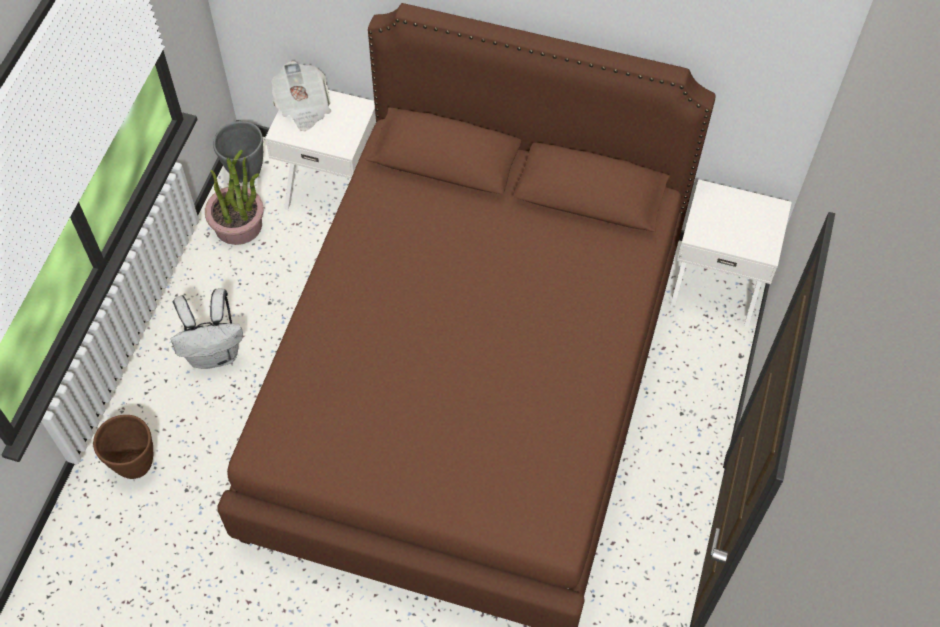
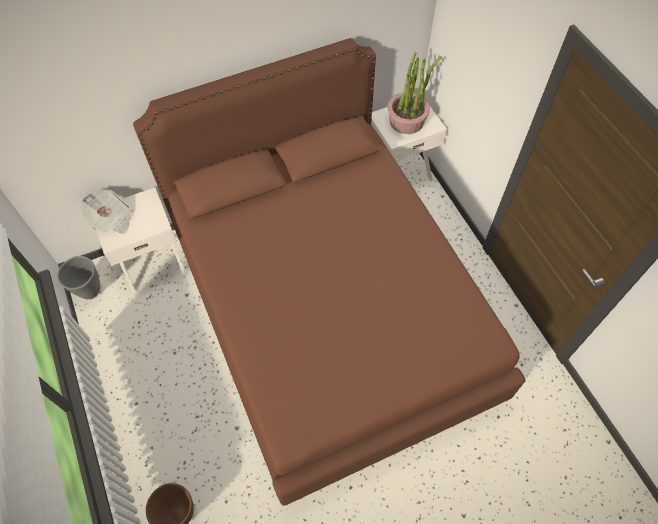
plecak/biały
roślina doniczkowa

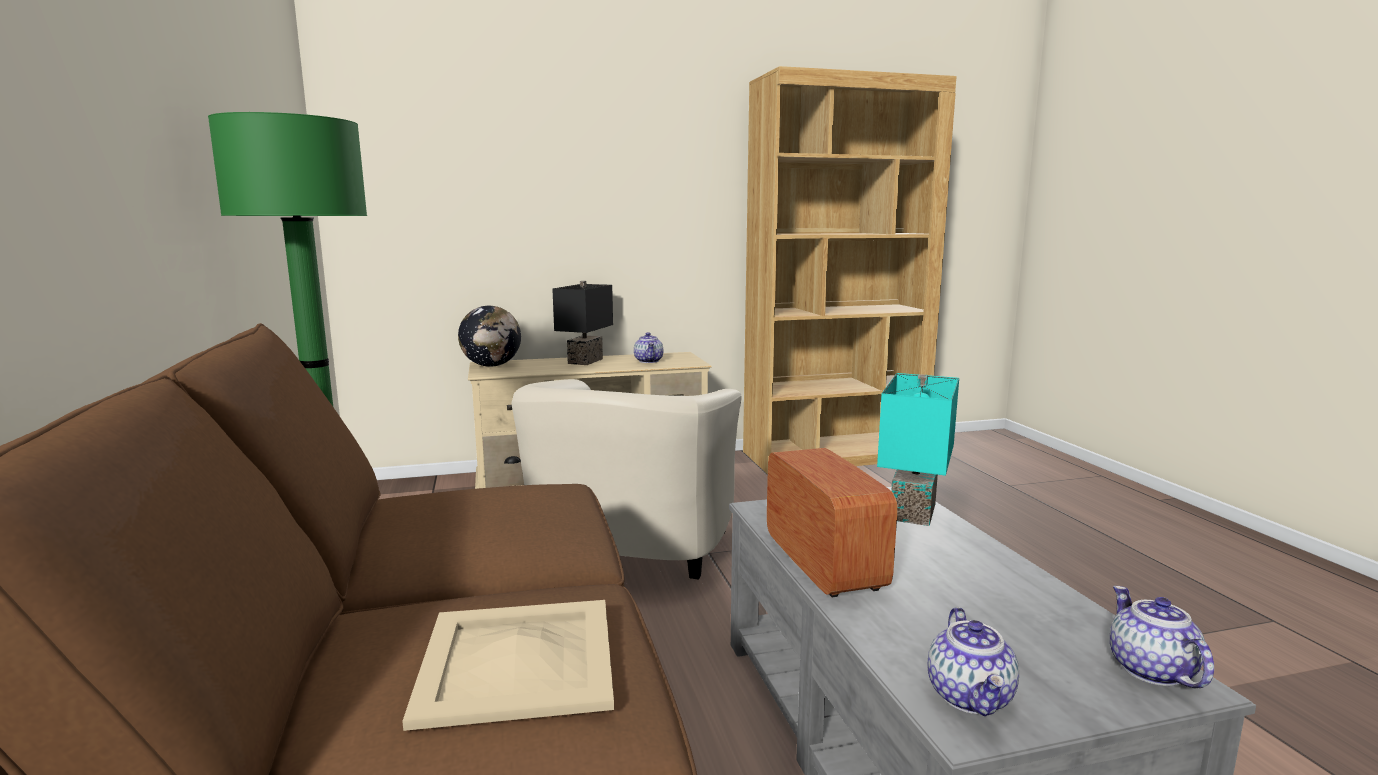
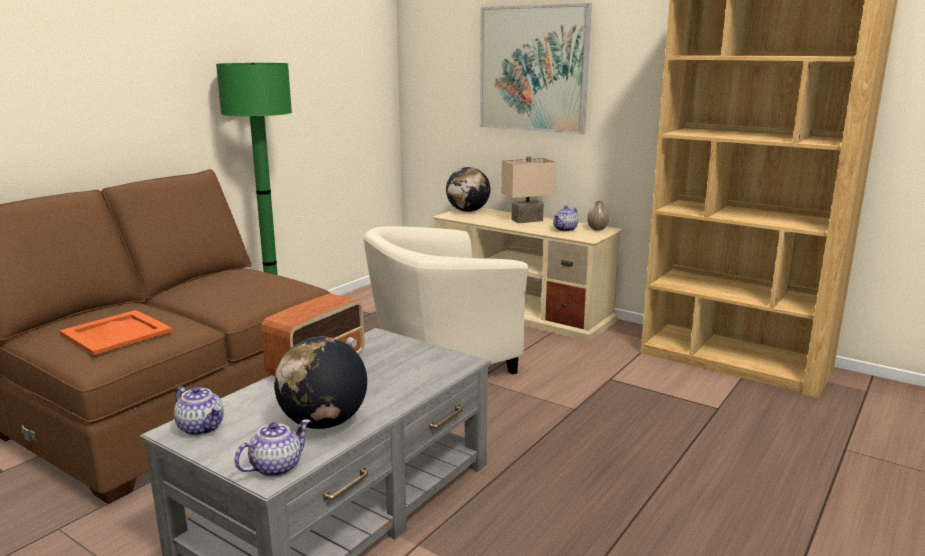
taca/pomarańczowy
lampa stołowa/beżowy
lampa stołowa/turkusowy
imbryk (no. 1 from left)
globus (no. 1 from left)
obraz
wazon

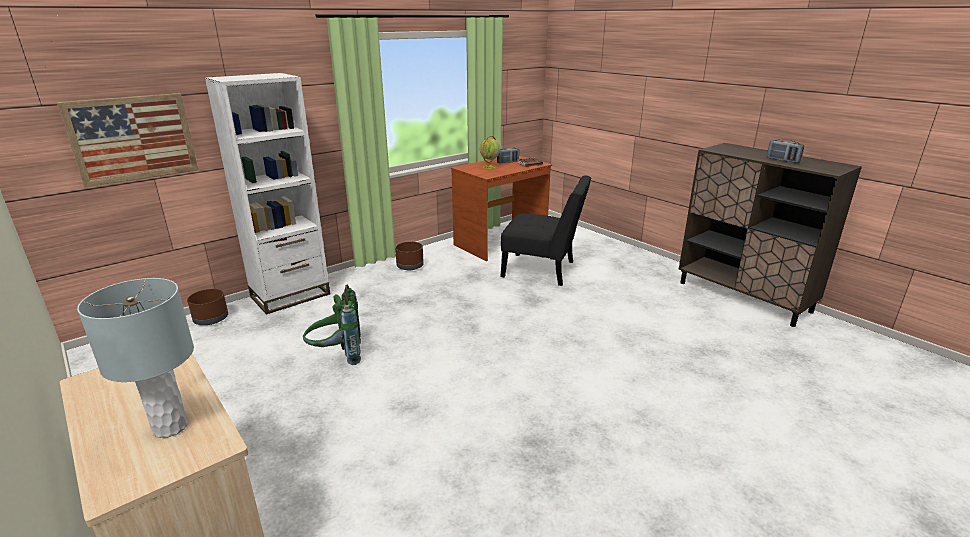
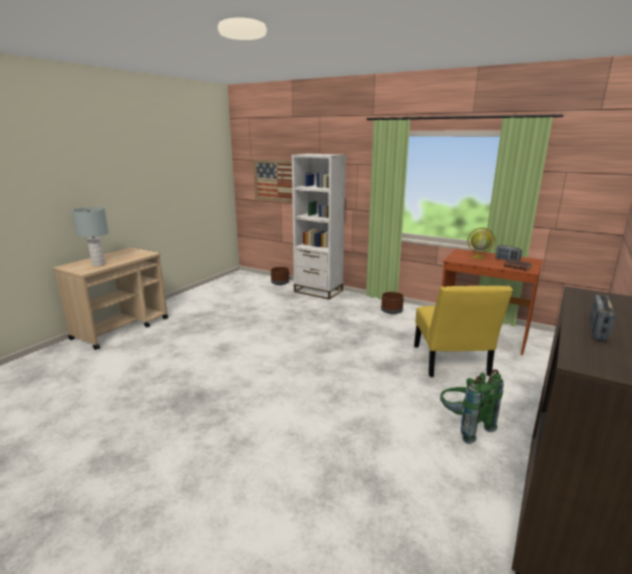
plecak/zielony
krzesło/żółty

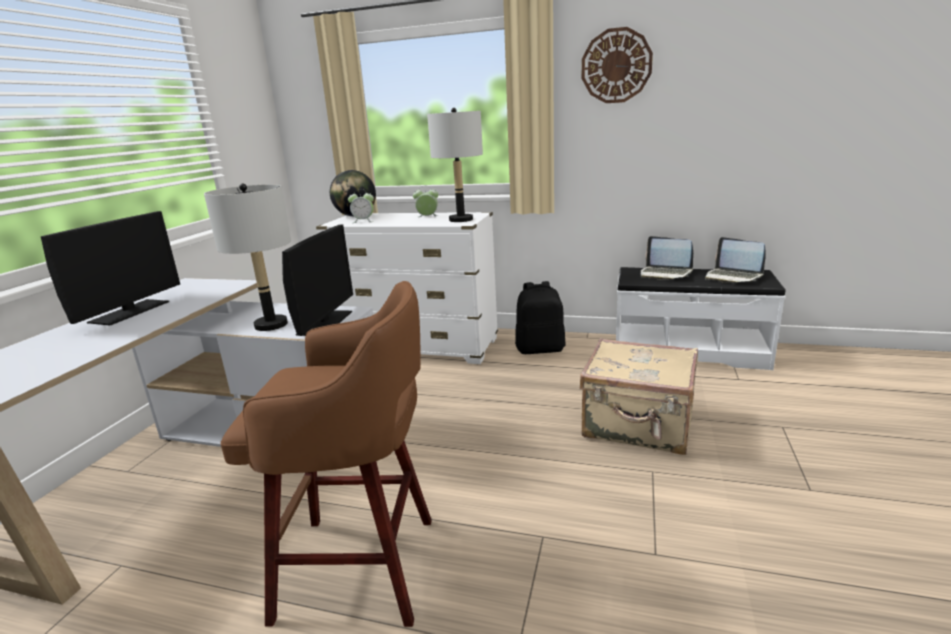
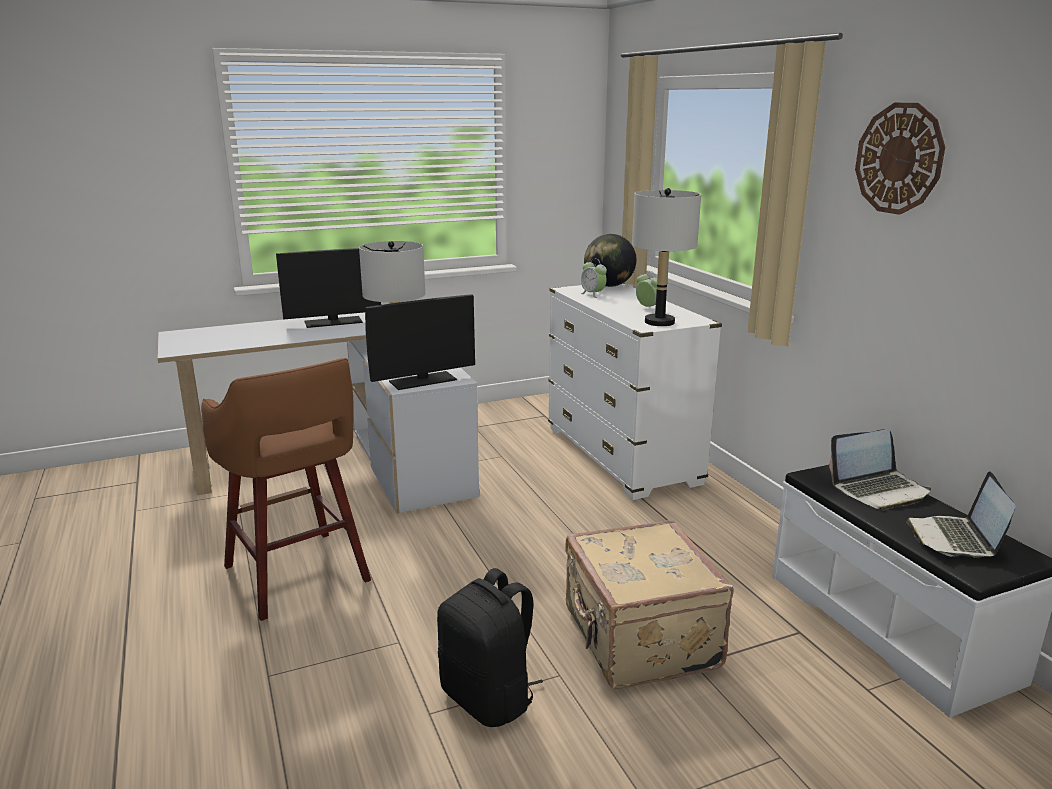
plecak/czarny
laptop (no. 1 from left)

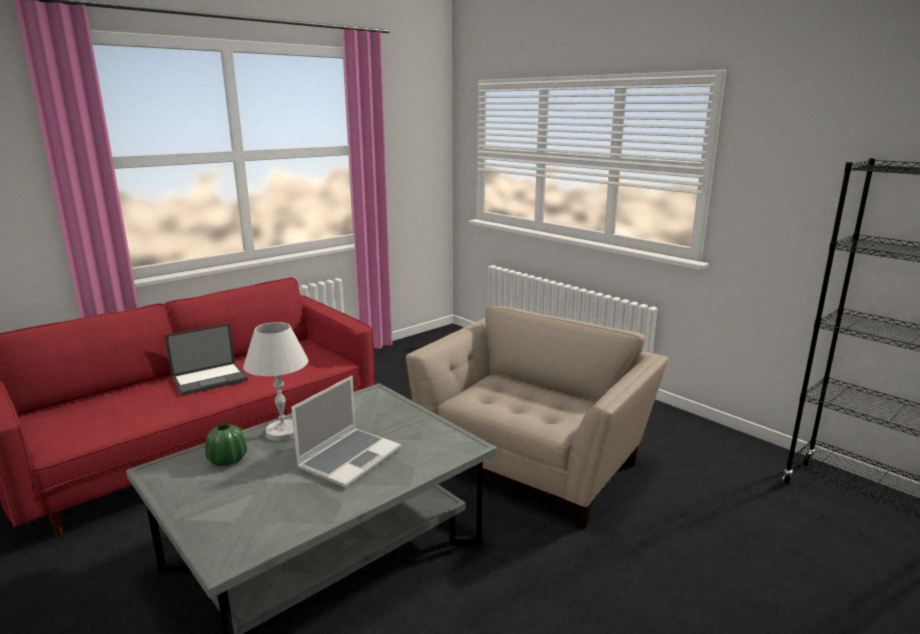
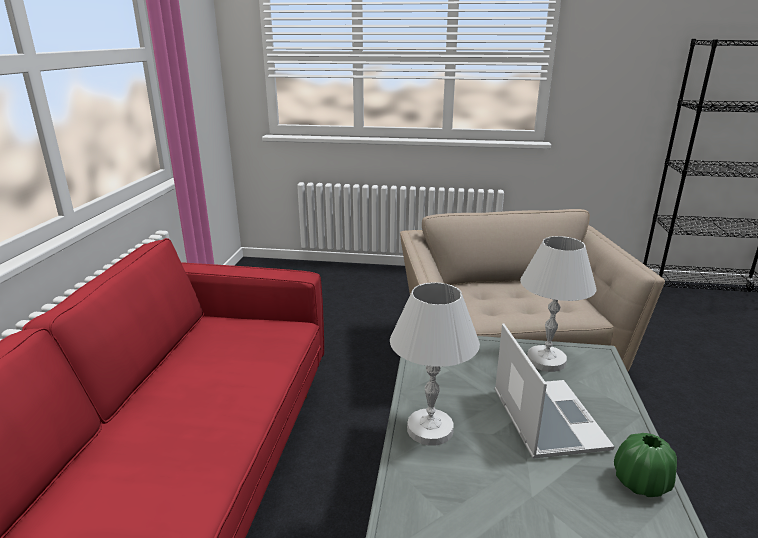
laptop (no. 1 from left in the first image)
wazon/zielony
lampa stołowa/biały (no. 2 from left)

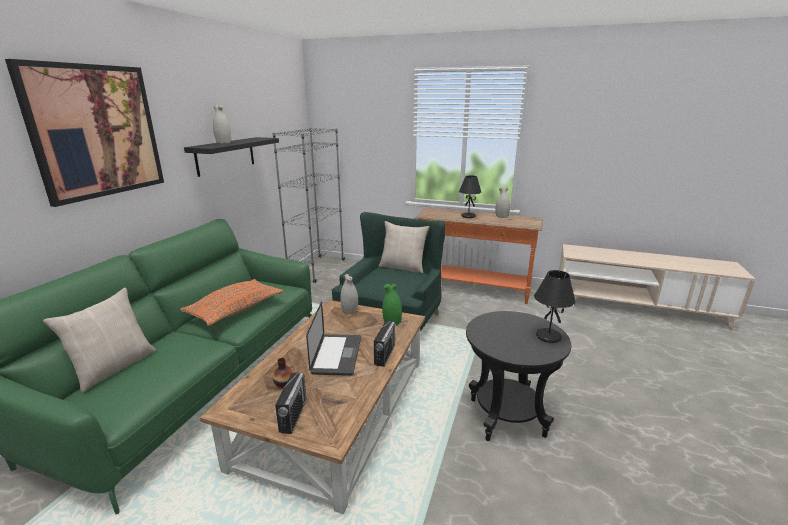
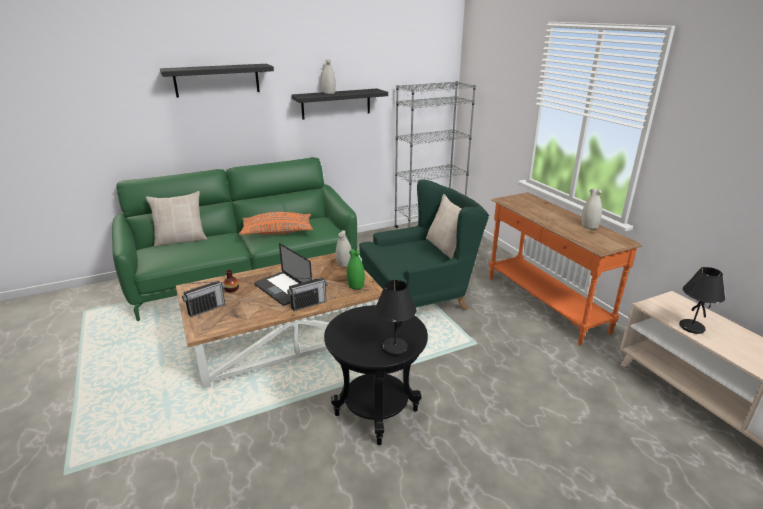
półka/czarny (no. 1 from left)
laptop
lampa stołowa/czarny (no. 2 from left)

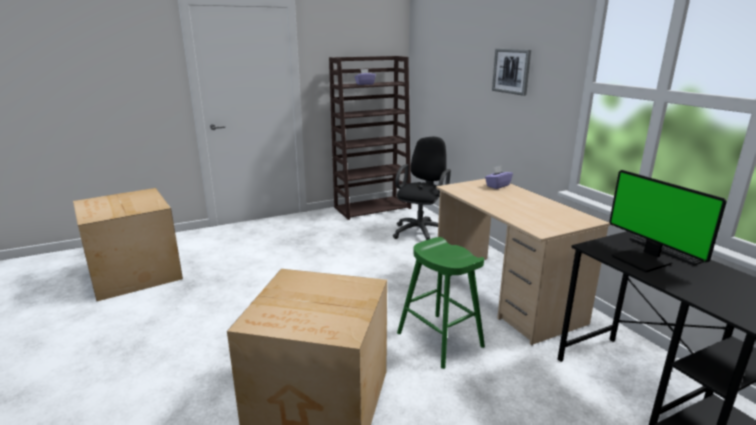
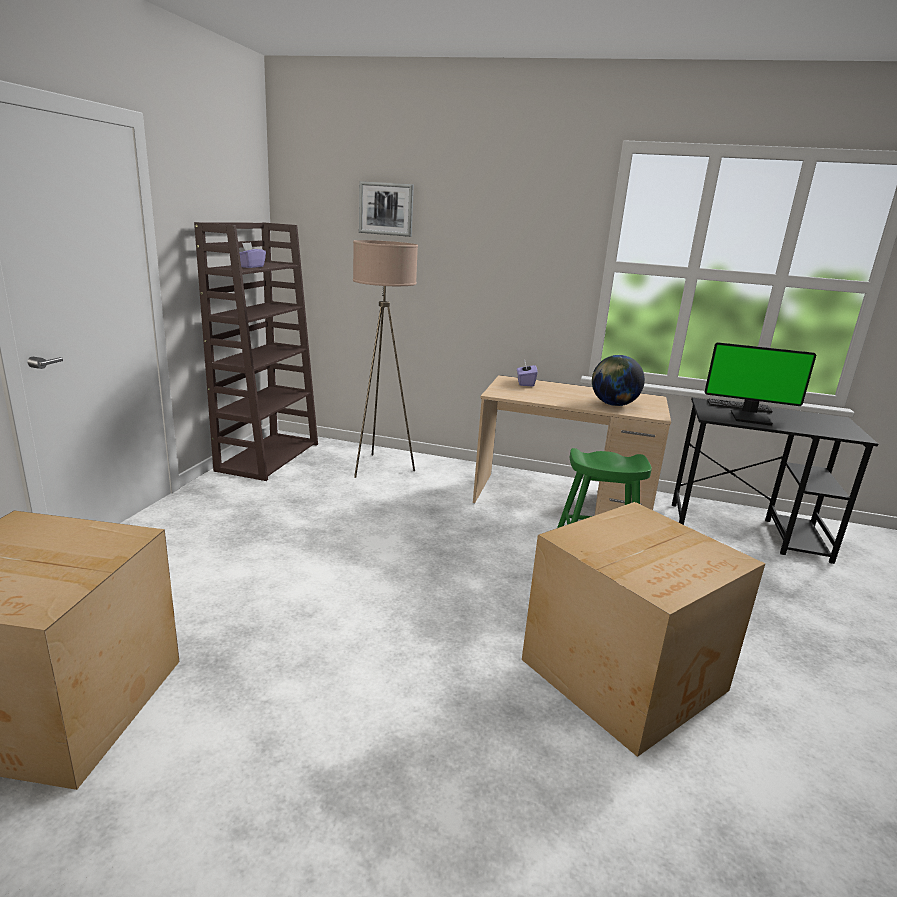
lampa stojąca/beżowy
obraz
globus

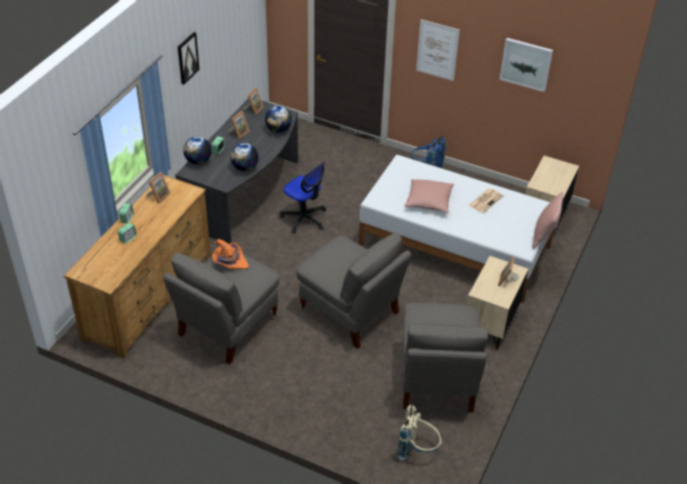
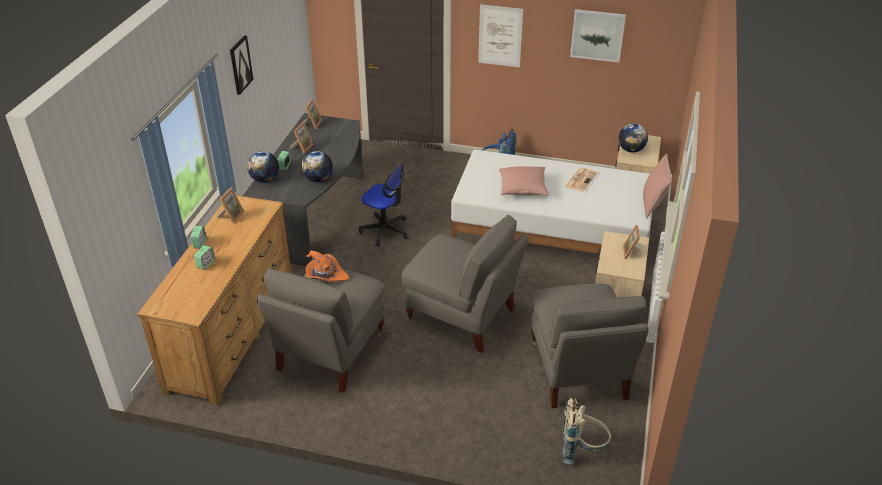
globus (no. 3 from left)

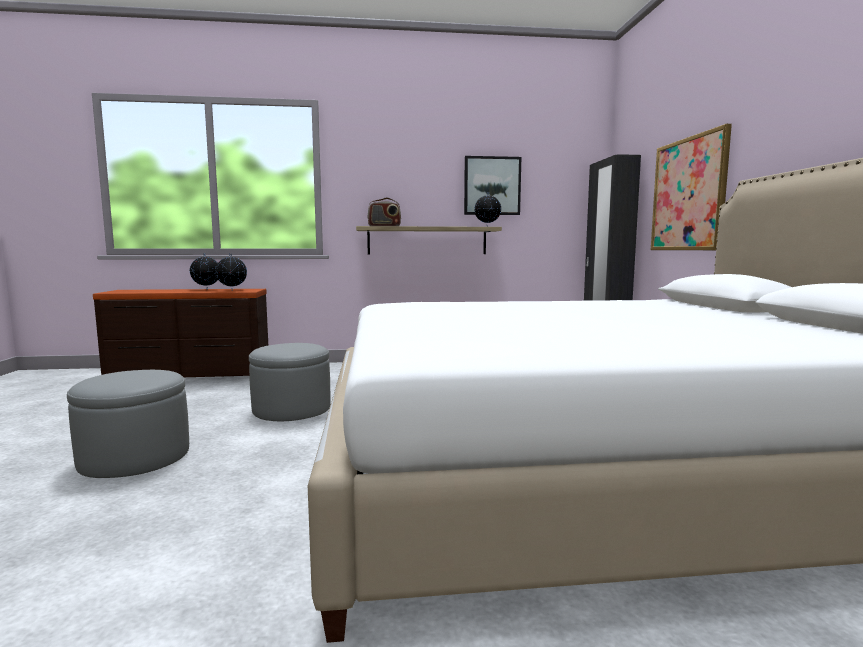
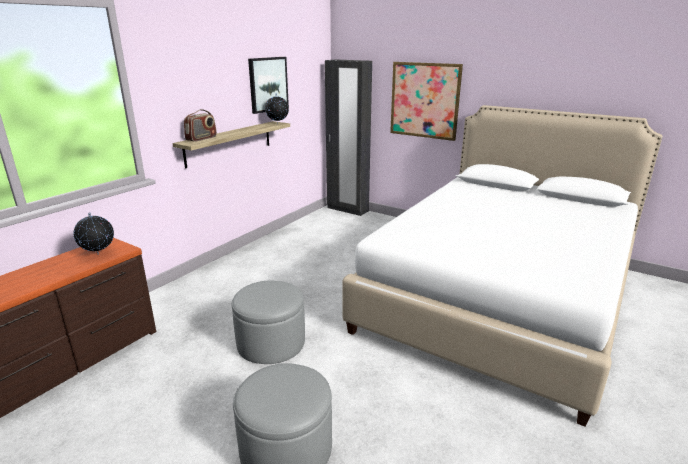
globus (no. 1 from left in the first image)

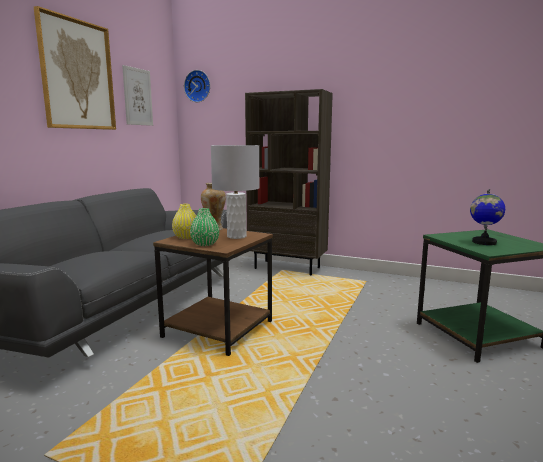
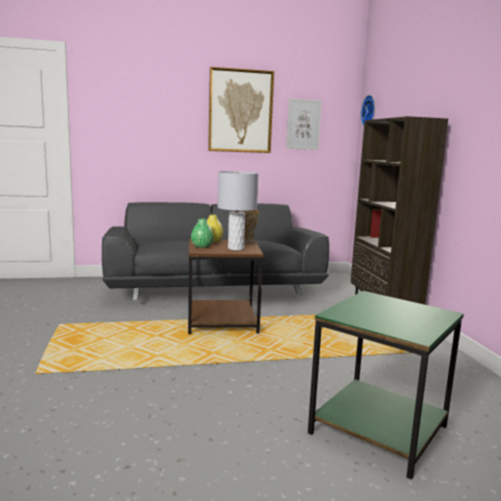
globus

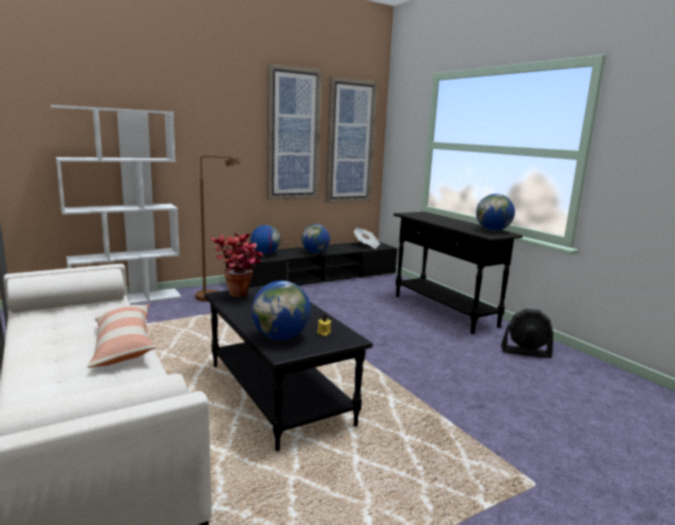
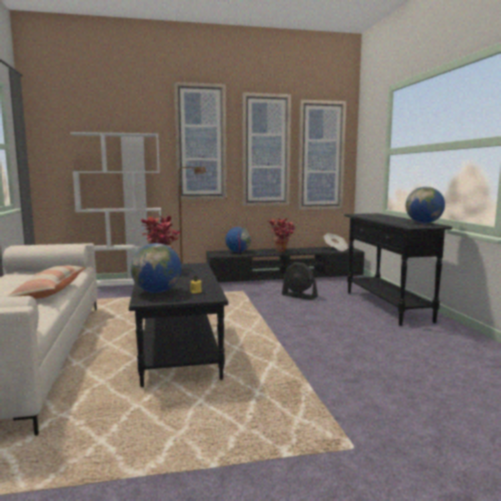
roślina doniczkowa (no. 2 from left)
wentylator/czarny
obraz (no. 1 from left)

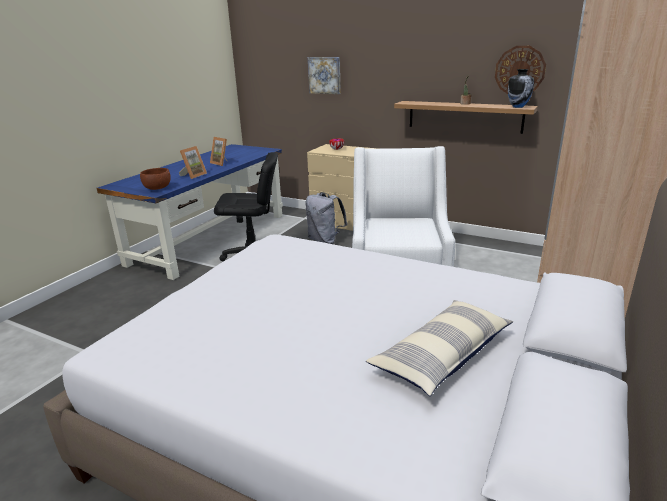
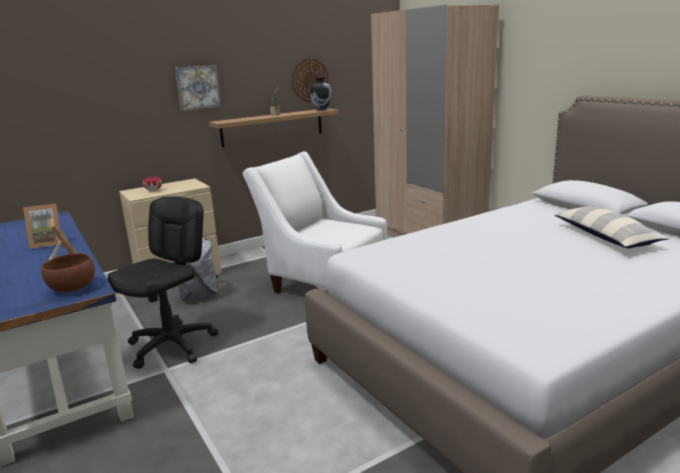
obraz

